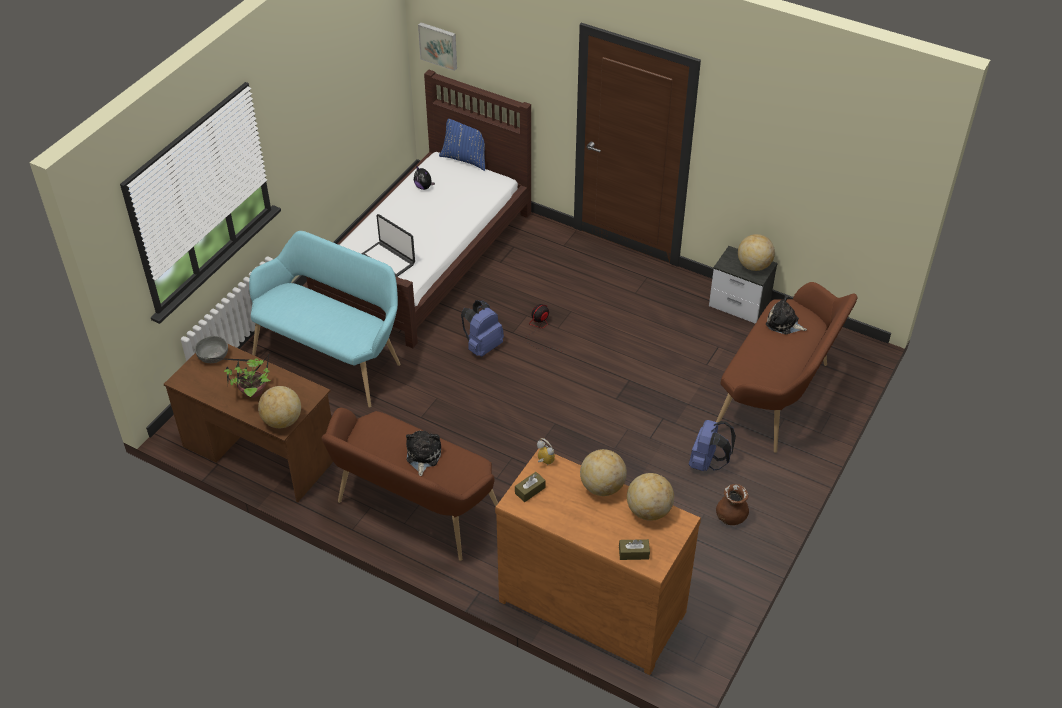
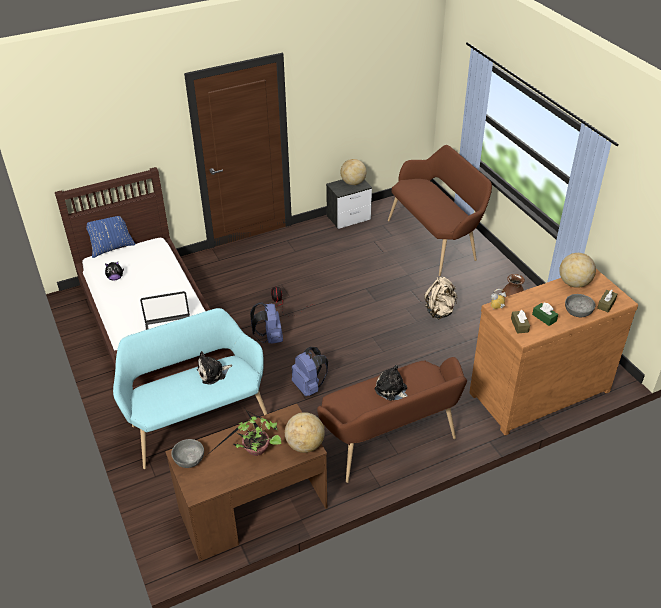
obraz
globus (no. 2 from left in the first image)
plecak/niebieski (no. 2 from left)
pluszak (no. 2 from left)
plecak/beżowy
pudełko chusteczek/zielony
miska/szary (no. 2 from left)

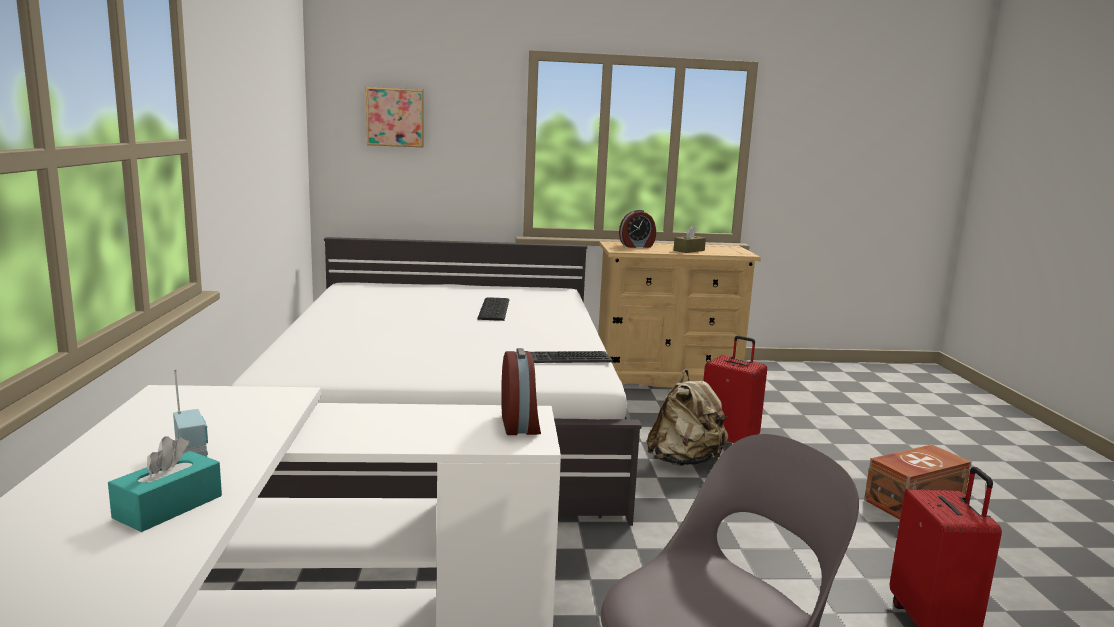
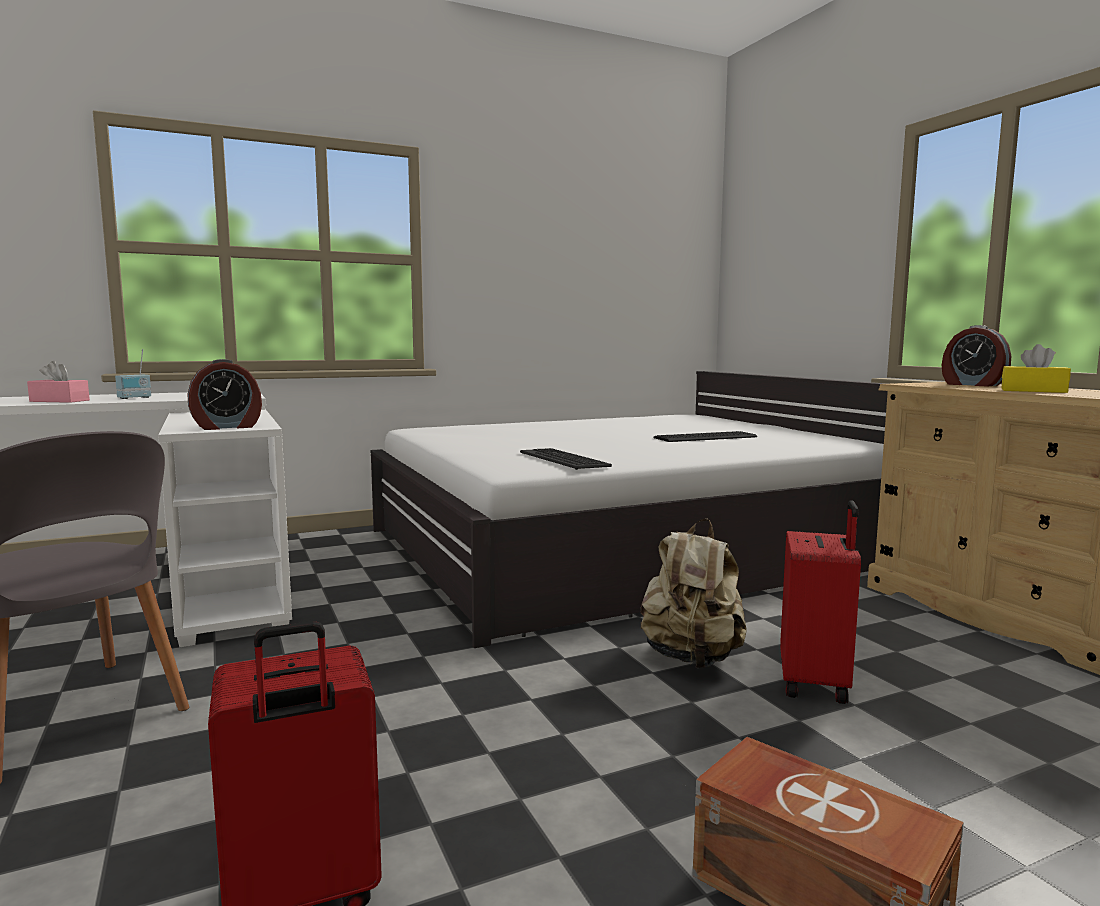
pudełko chusteczek/różowy
obraz
pudełko chusteczek/żółty

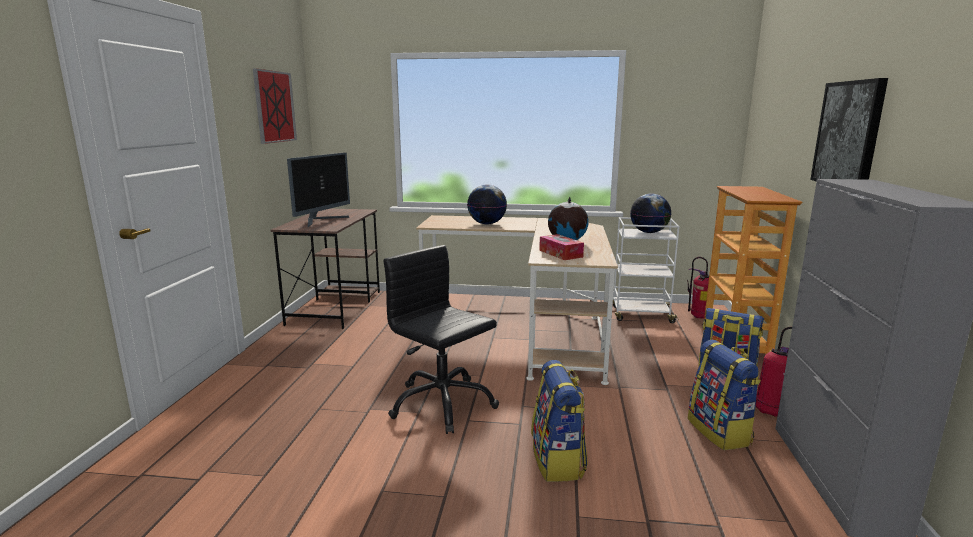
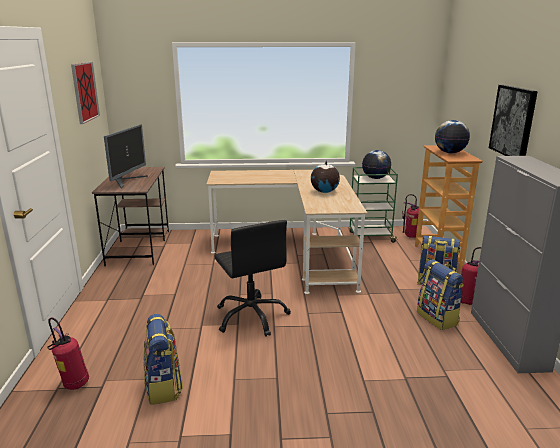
krzesło biurowe/czarny
globus (no. 3 from left)
plecak (no. 1 from left)
pudełko chusteczek
wózek/zielony
gaśnica (no. 1 from left)

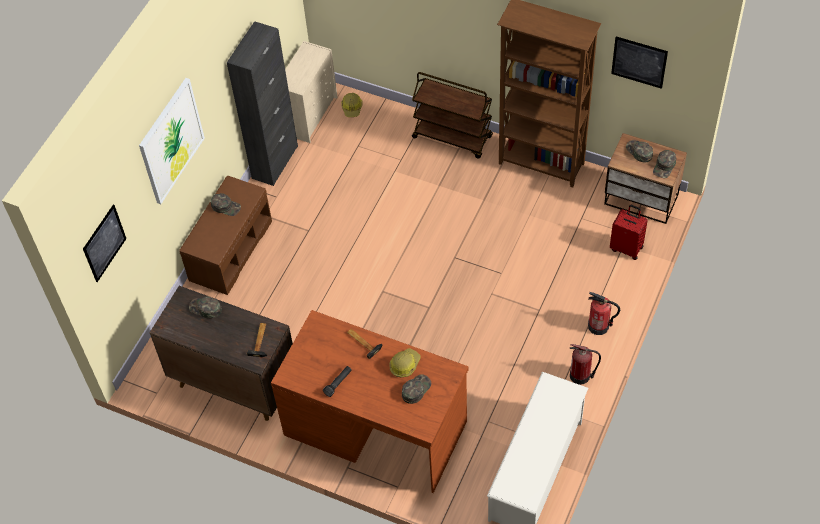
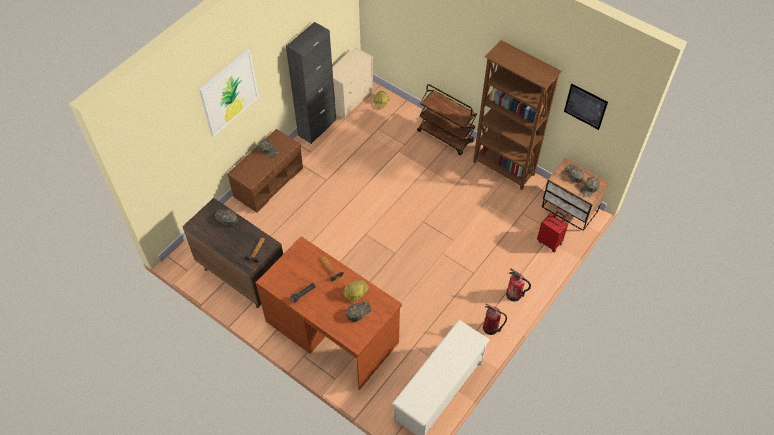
obraz (no. 1 from left in the first image)

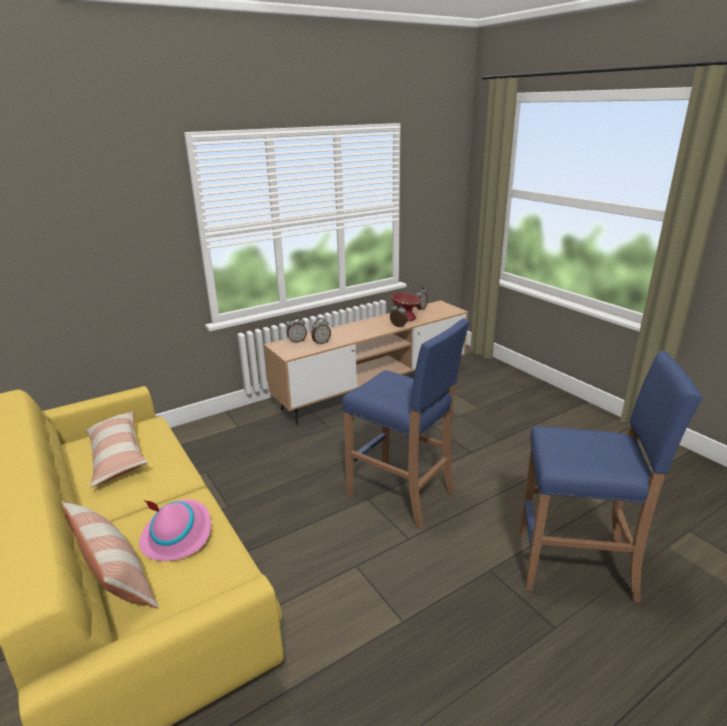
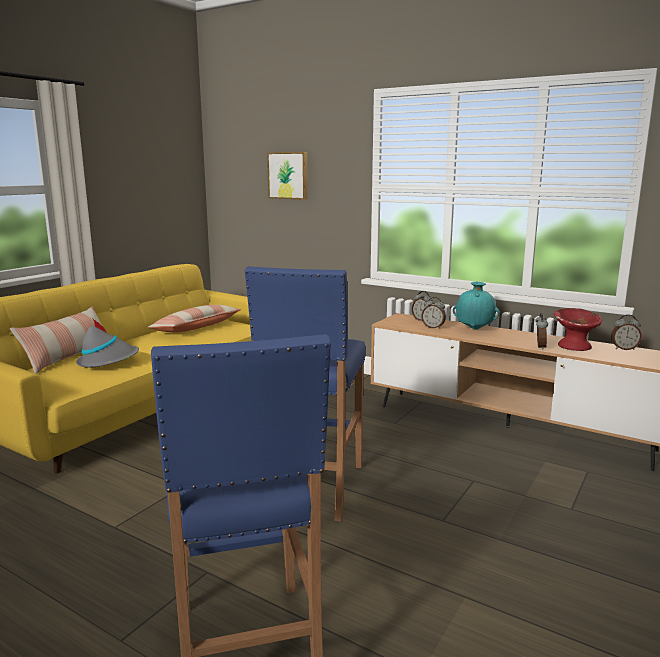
kapelusz/szary
obraz
wazon/turkusowy

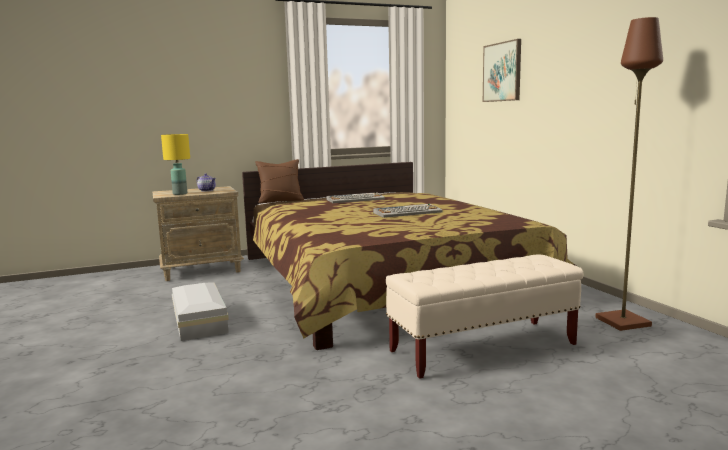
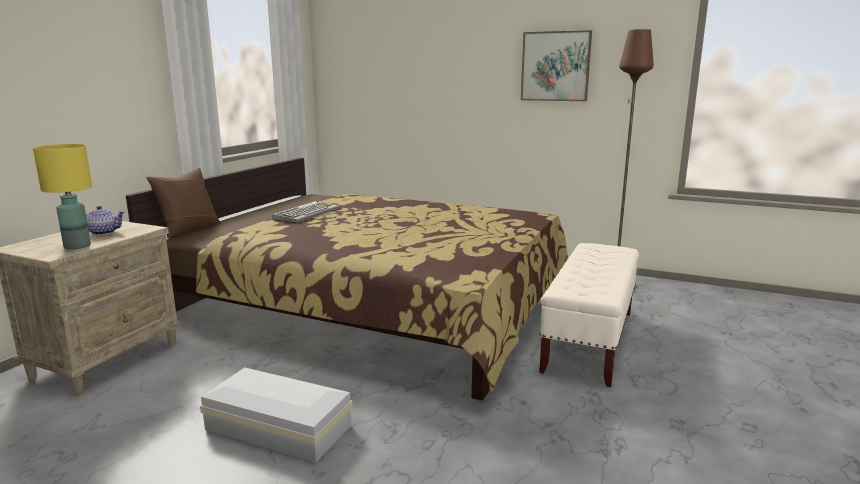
klawiatura (no. 2 from left in the first image)
obraz

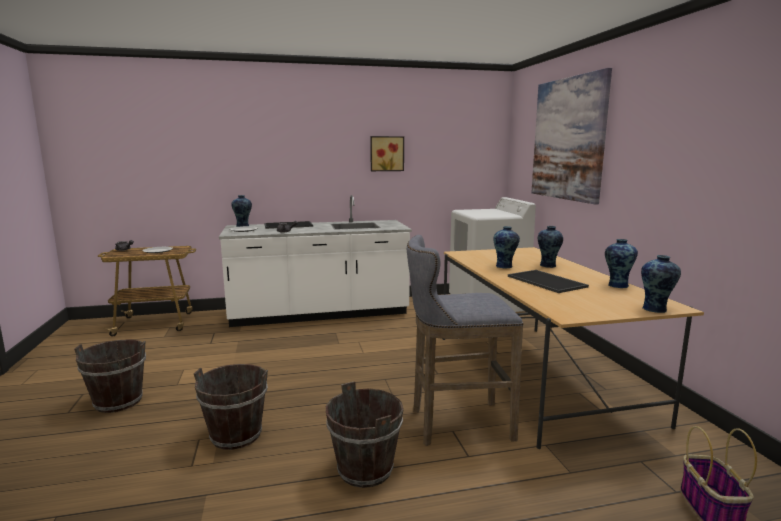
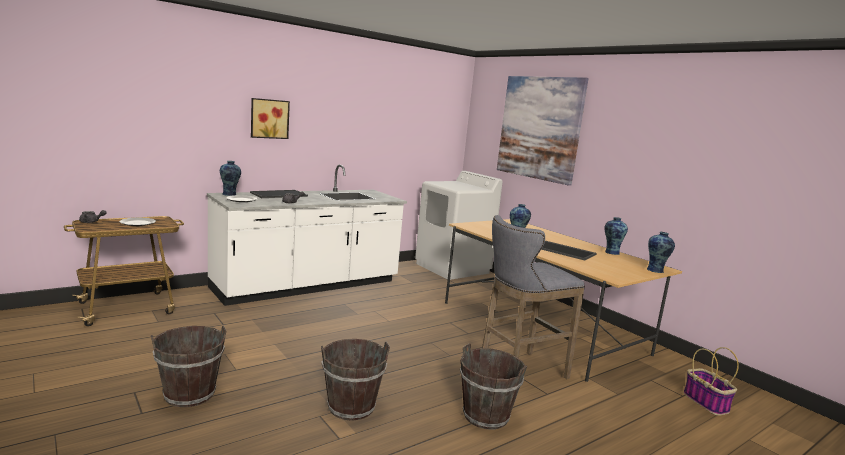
obraz (no. 1 from left)
wazon (no. 3 from left in the first image)

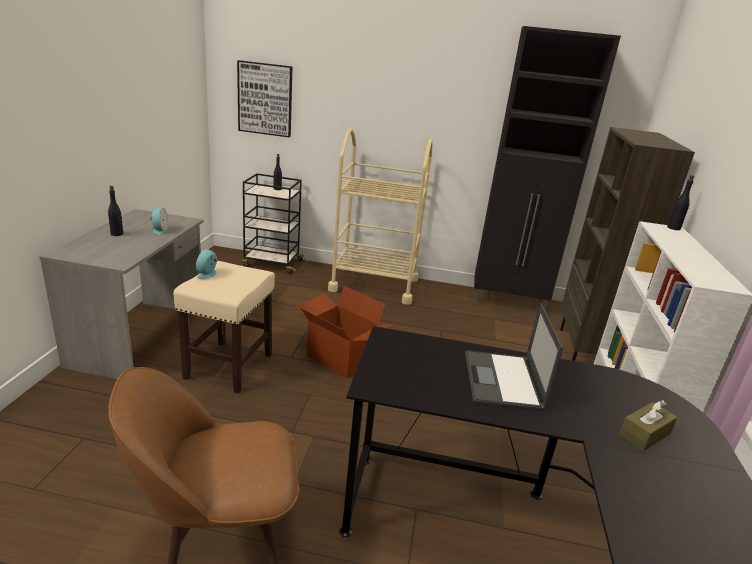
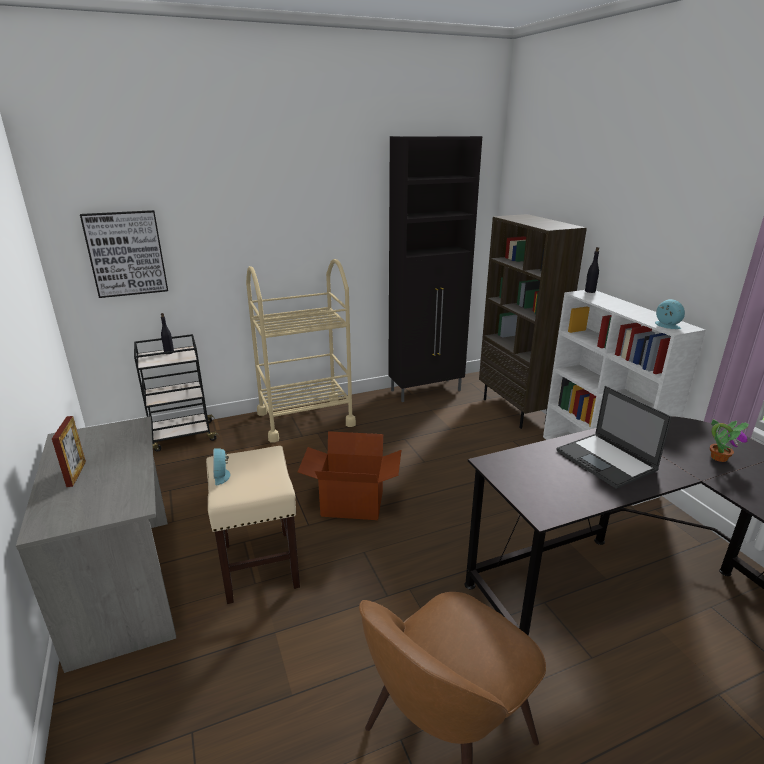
ramka na zdjęcie
budzik (no. 2 from left)
roślina doniczkowa

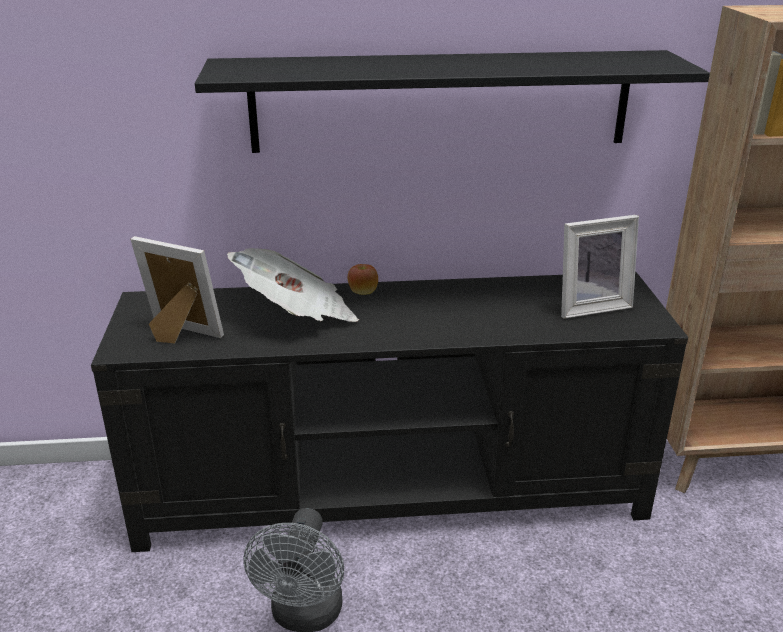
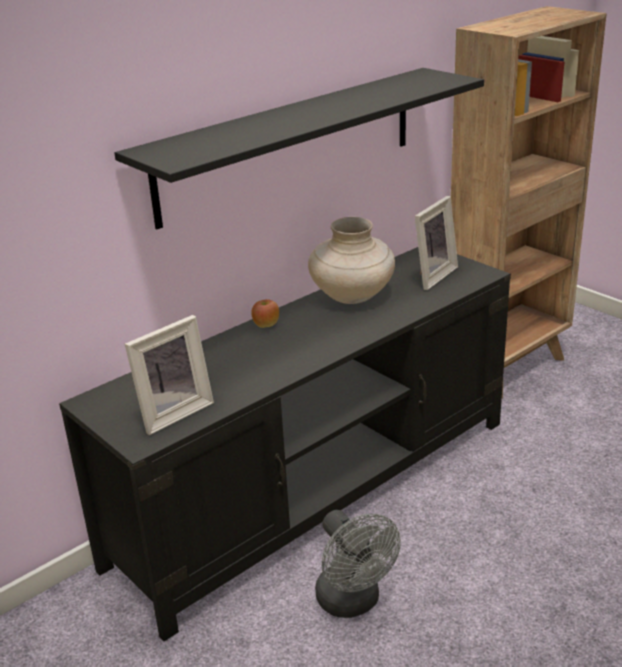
ramka na zdjęcie (no. 1 from left)
gazeta
wazon/beżowy

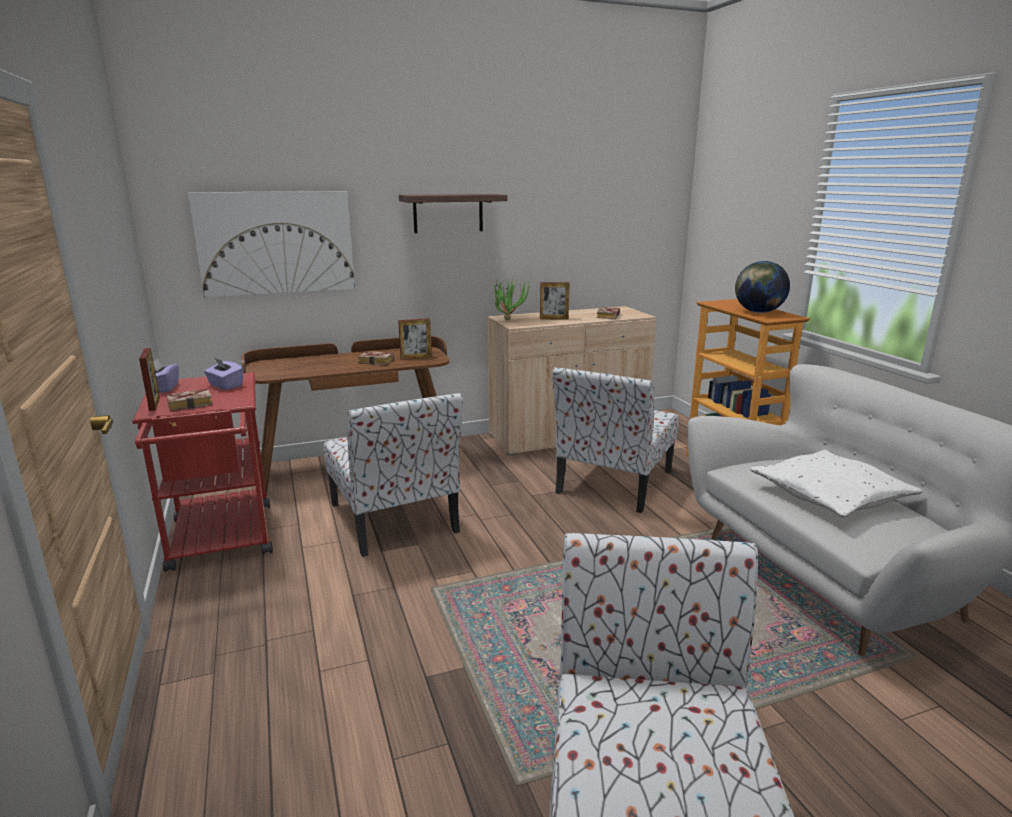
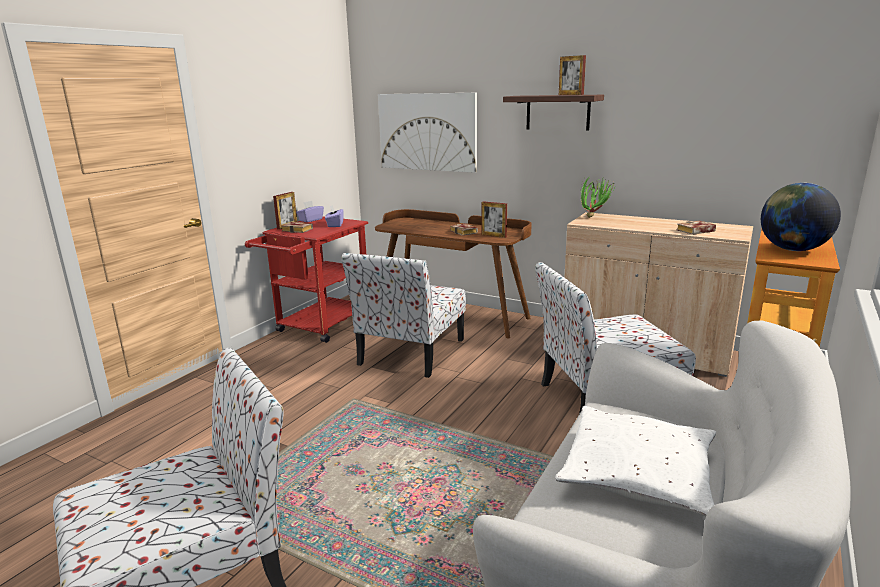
ramka na zdjęcie (no. 3 from left)

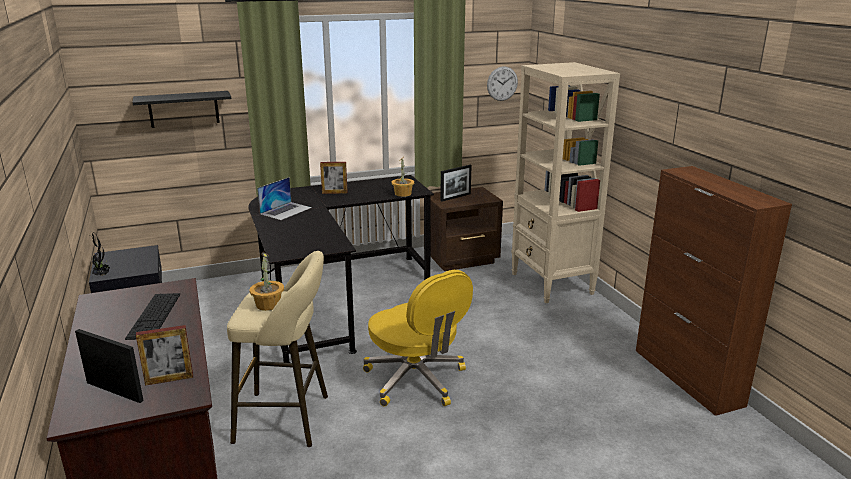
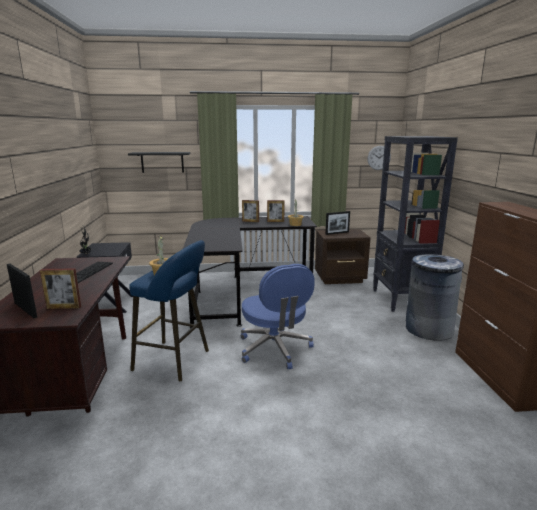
stołek/niebieski
laptop
krzesło biurowe/niebieski
regał/czarny
ramka na zdjęcie (no. 4 from left)
kosz na śmieci/szary

